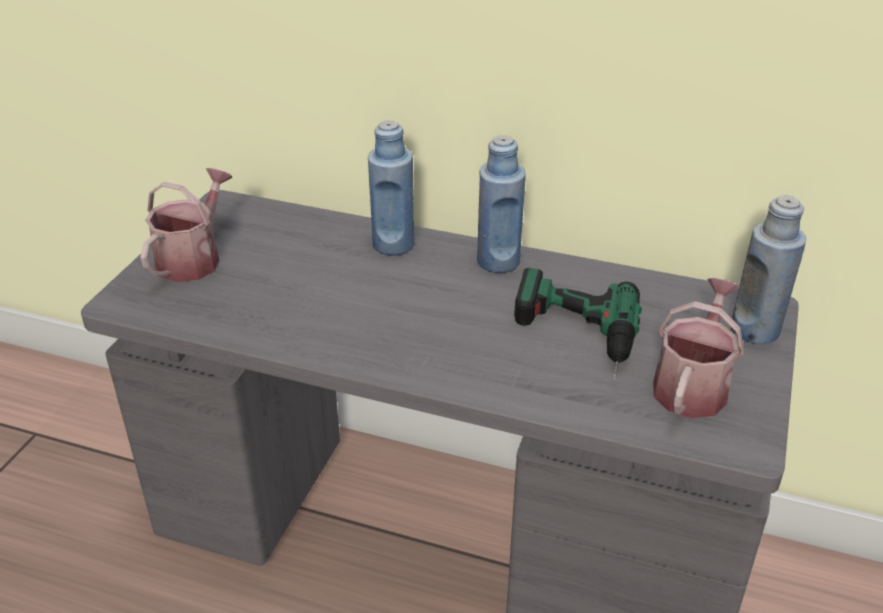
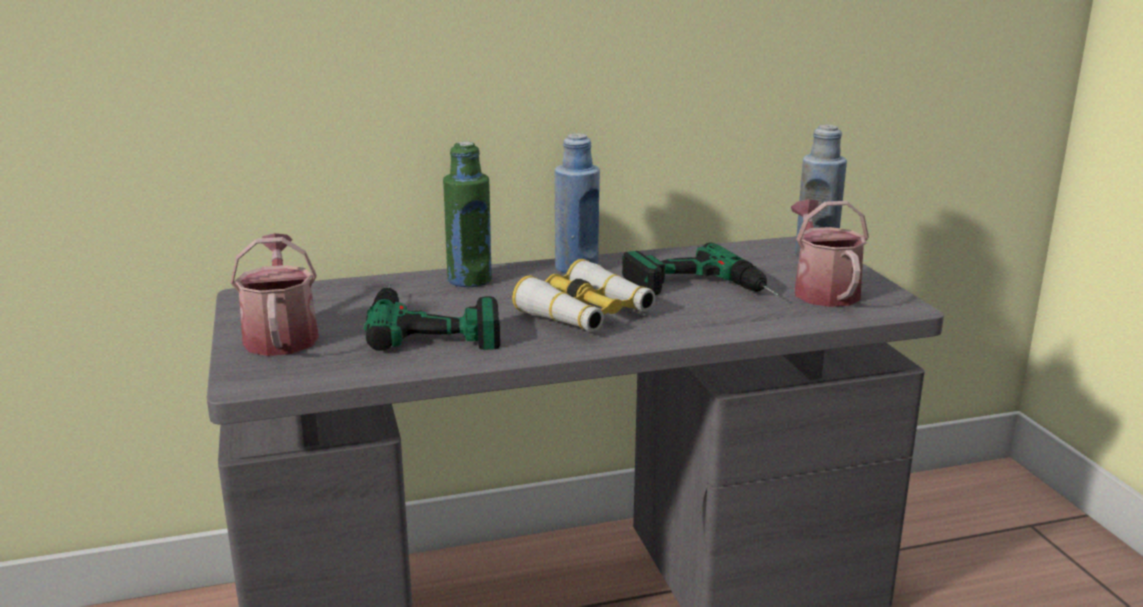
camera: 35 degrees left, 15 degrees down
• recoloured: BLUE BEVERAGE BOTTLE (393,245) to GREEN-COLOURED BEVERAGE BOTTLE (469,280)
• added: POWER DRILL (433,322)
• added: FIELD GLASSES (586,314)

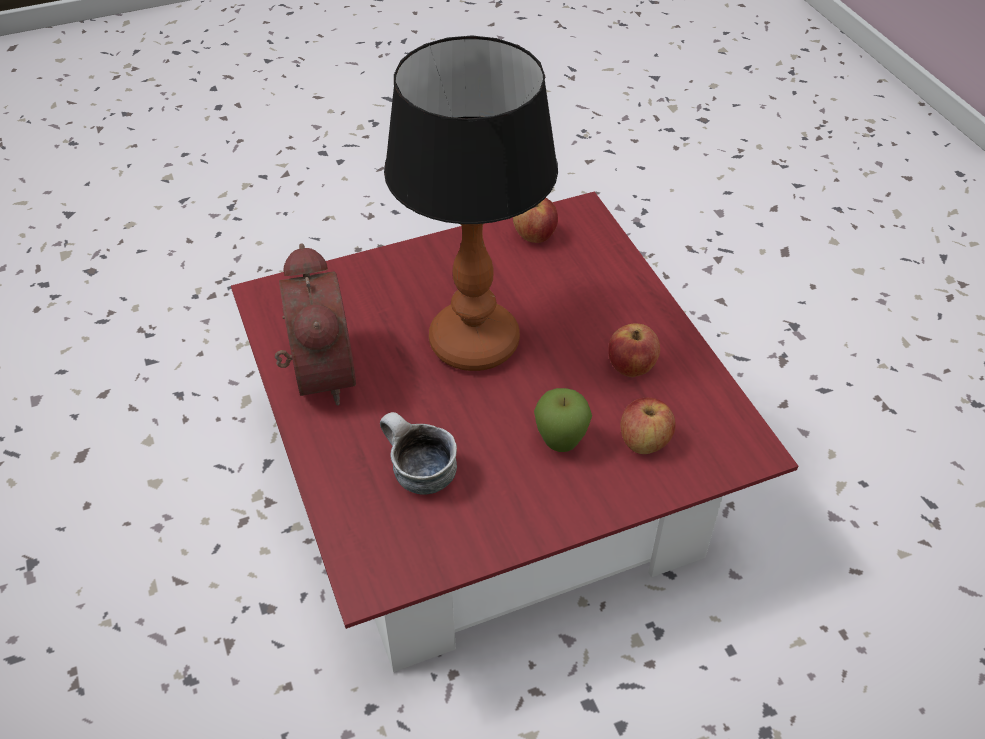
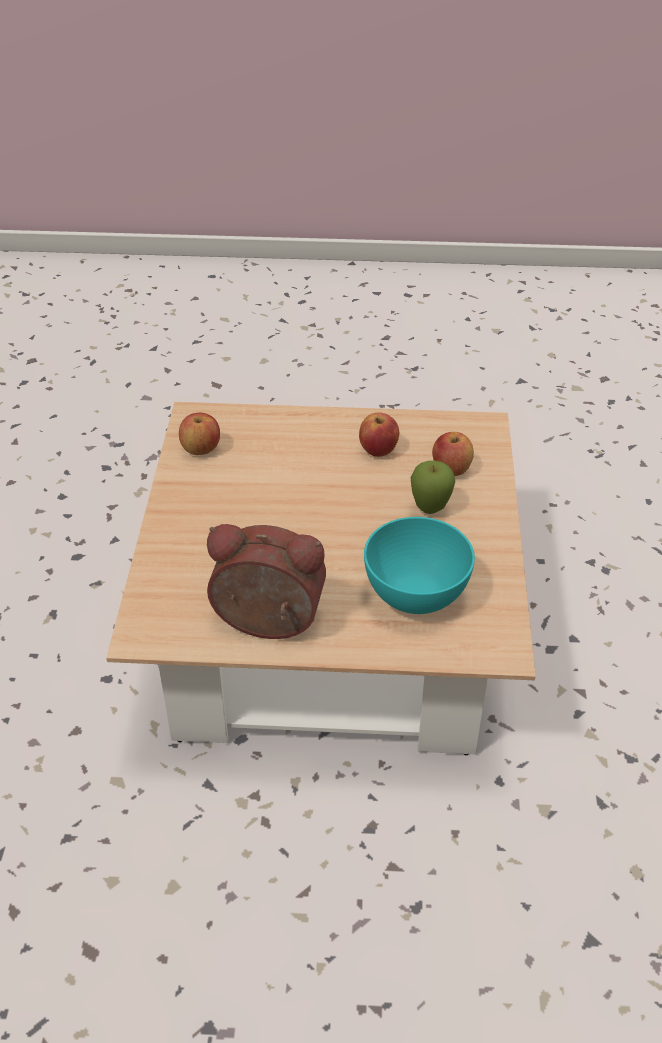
camera: 65 degrees left, 5 degrees down
• recoloured: REDDISH LOW TABLE (492,484) to BEIGE-COLOURED LOW TABLE (330,633)
• replaced: TEA MUG (417,474) to BLUE-GREEN DEEP DISH (415,594)
• removed: TABLE LAMP (475,343)

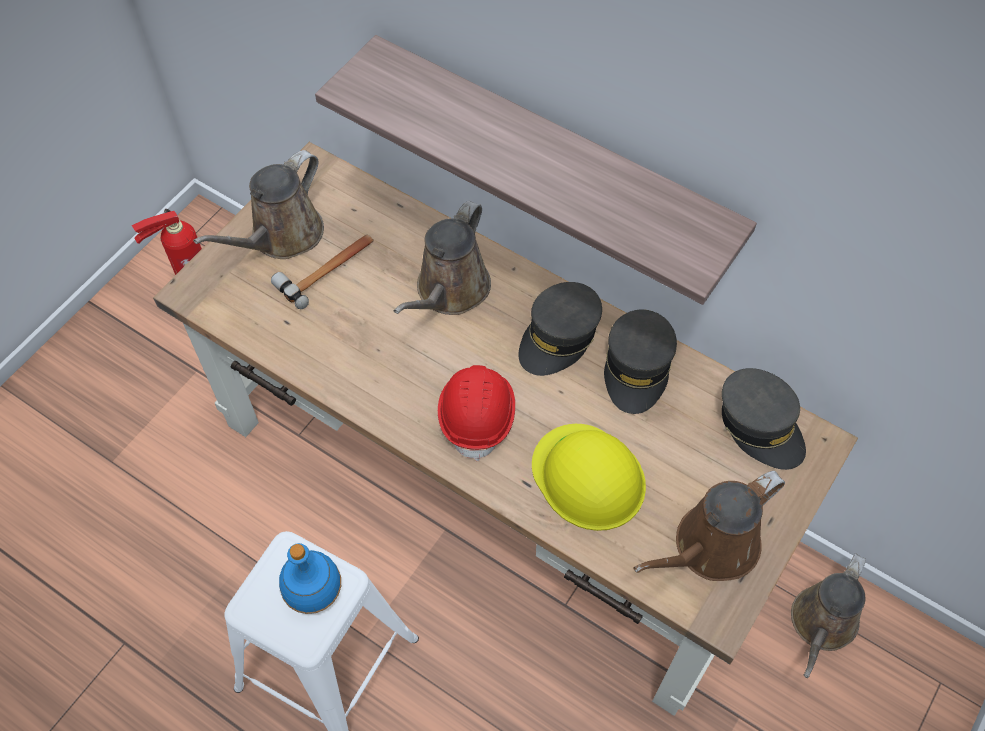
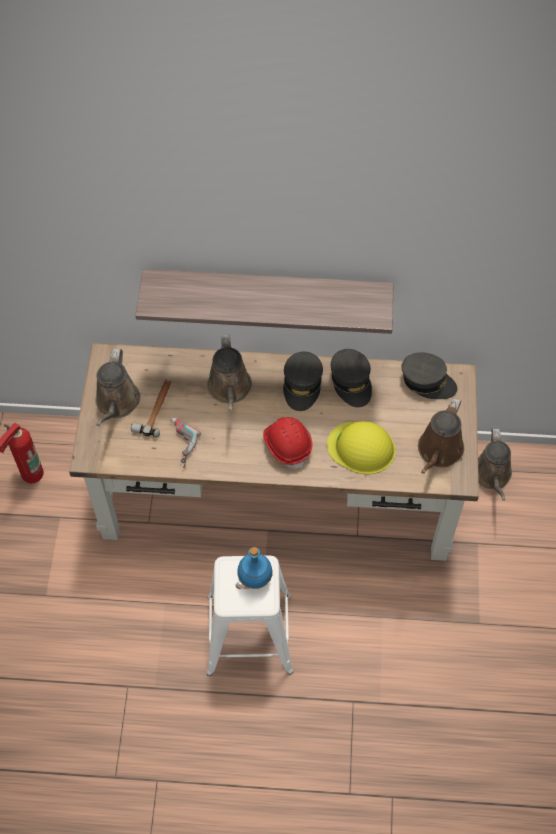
camera: 30 degrees left, 0 degrees up
• added: POWER DRILL (178,443)

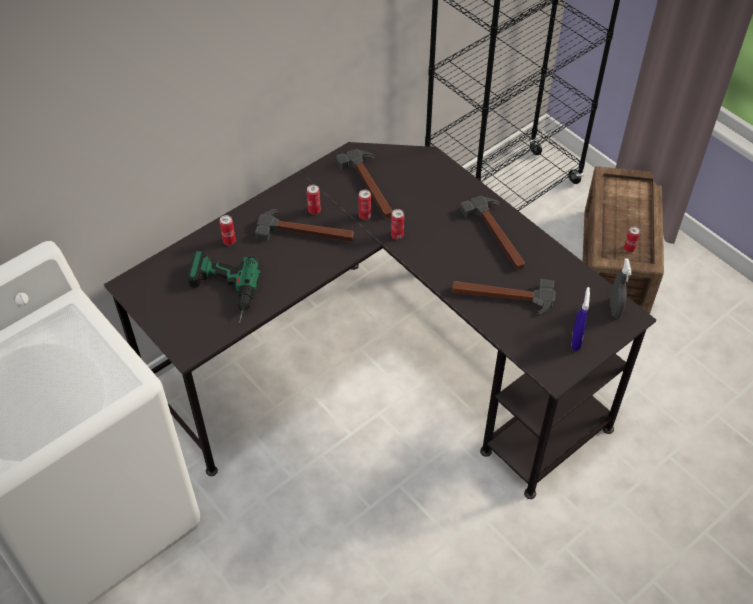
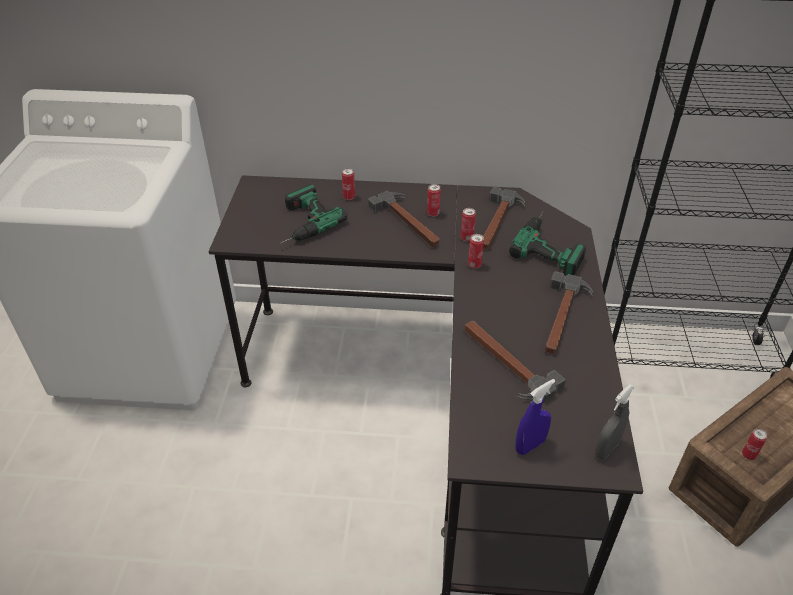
camera: 45 degrees right, 10 degrees down
• added: POWER DRILL (552,245)

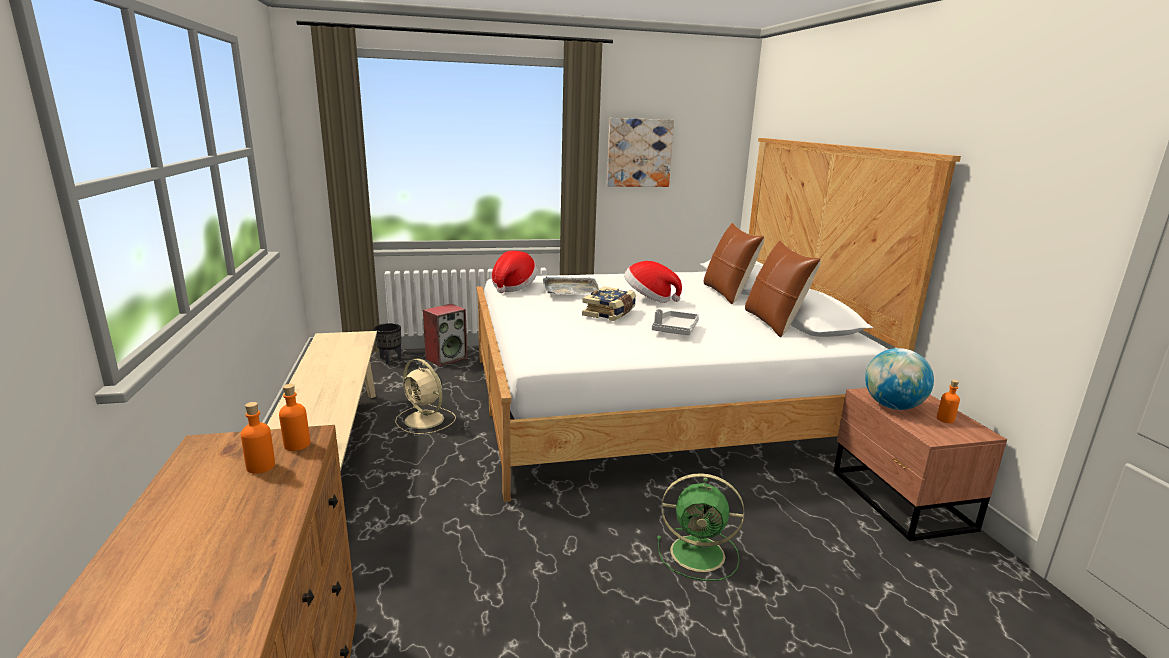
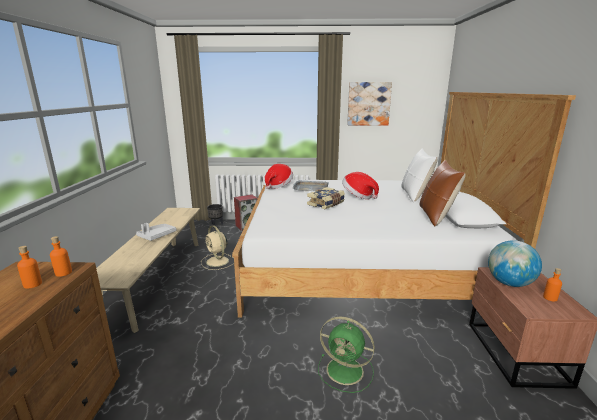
camera: 15 degrees right, 0 degrees up
• moved: GREYISH CARRYING TRAY (675,330) to (157,236)
• recoloured: BROWNISH CUSHION (727,293) to WHITE CUSHION (415,195)

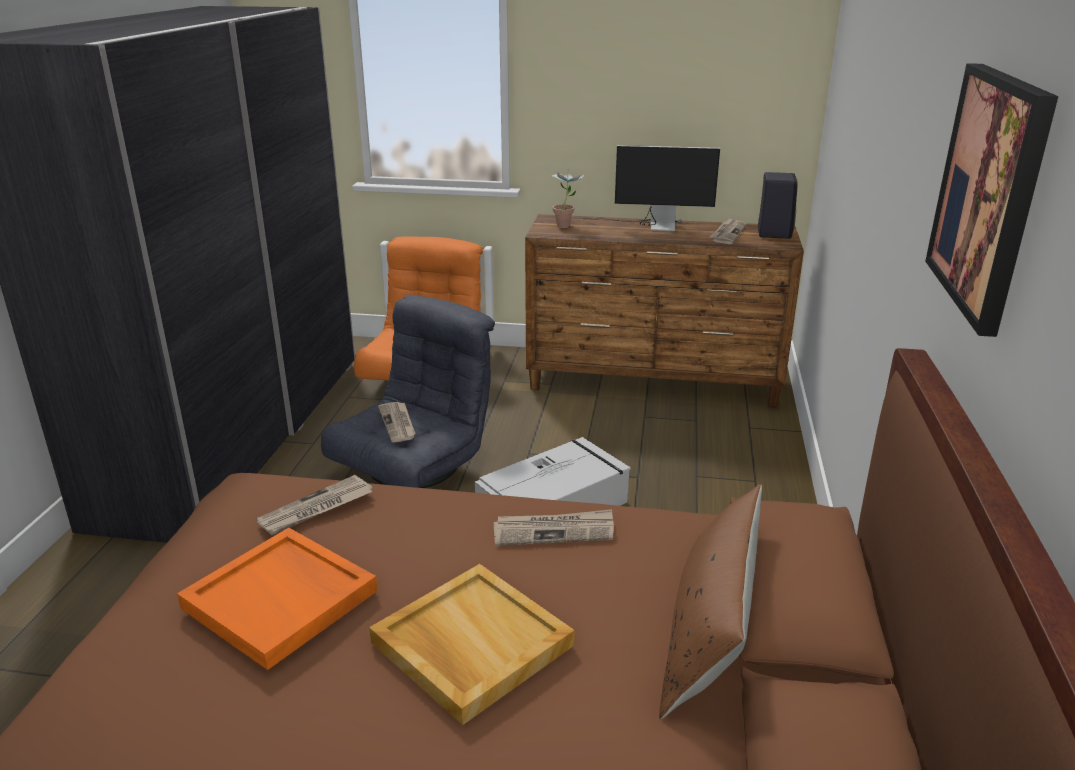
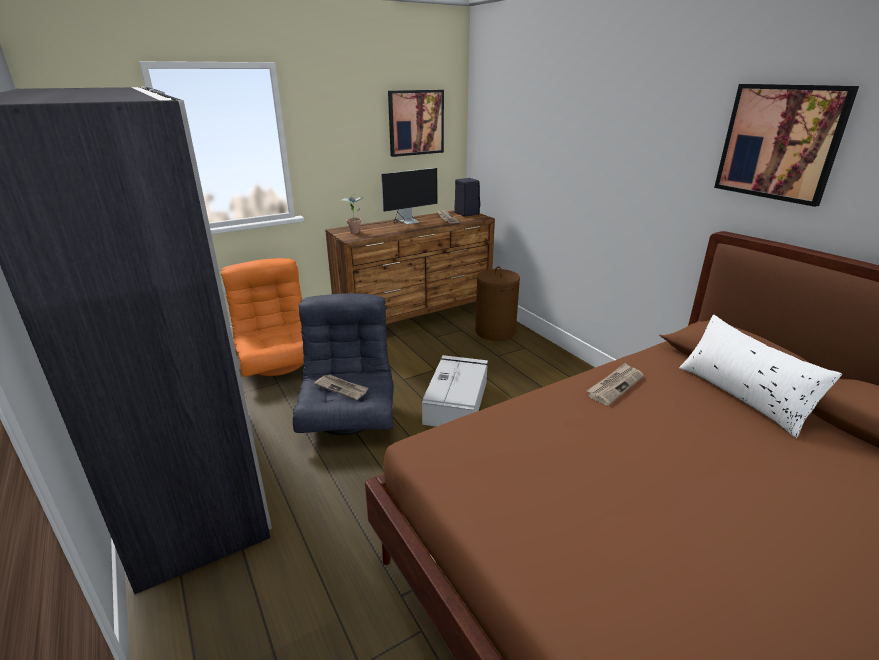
camera: 40 degrees left, 0 degrees up
• removed: ORANGE CARRYING TRAY (282,599)
• removed: DAILY PAPER (316,509)
• removed: BEIGE-COLOURED CARRYING TRAY (470,644)
• recoloured: BROWNISH CUSHION (709,634) to WHITE CUSHION (742,395)
• added: WALL ART (416,122)
• added: BROWNISH HAMPER (495,331)

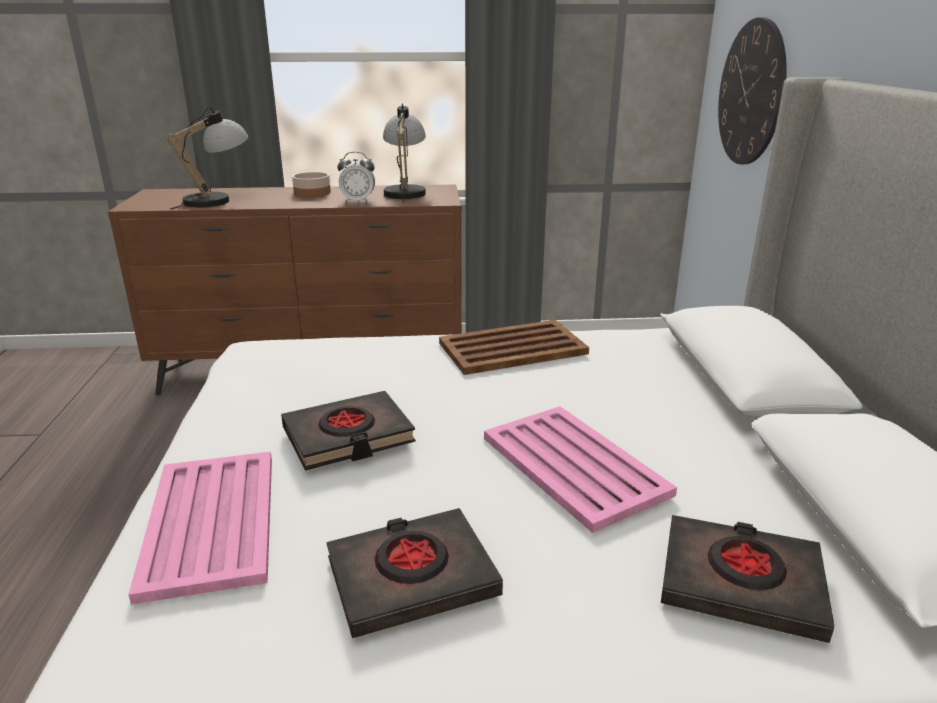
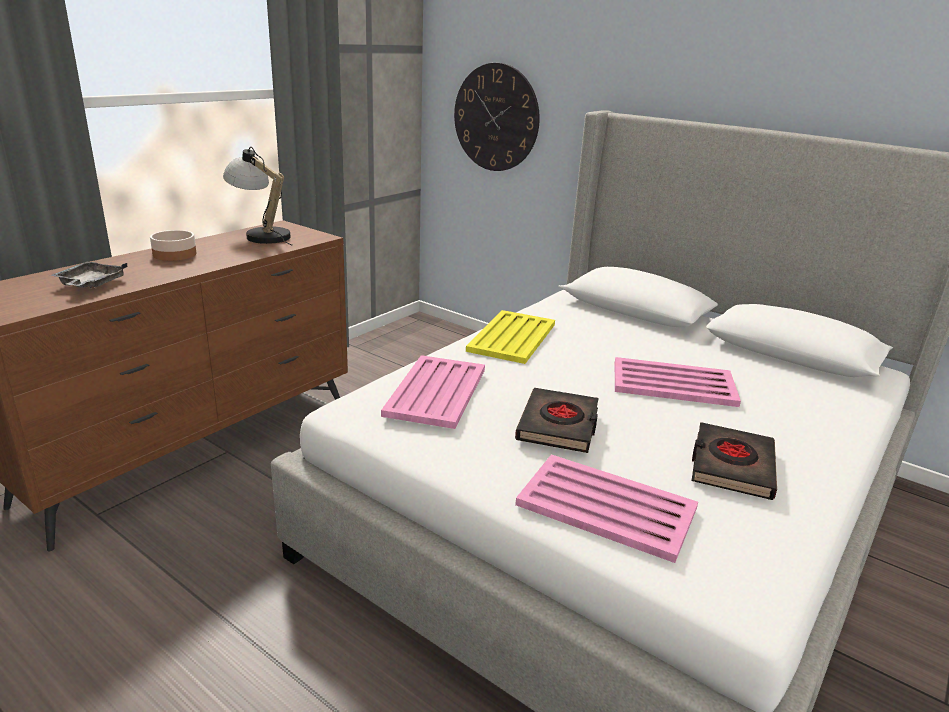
camera: 50 degrees left, 0 degrees up
• replaced: TABLE LAMP (218,200) to GREYISH CARRYING TRAY (90,284)
• removed: ALARM CLOCK (358,201)
• recoloured: BROWNISH CARRYING TRAY (514,348) to YELLOWISH CARRYING TRAY (513,337)
• removed: BLACKISH BOOK (741,583)
• added: PINK CARRYING TRAY (437,391)

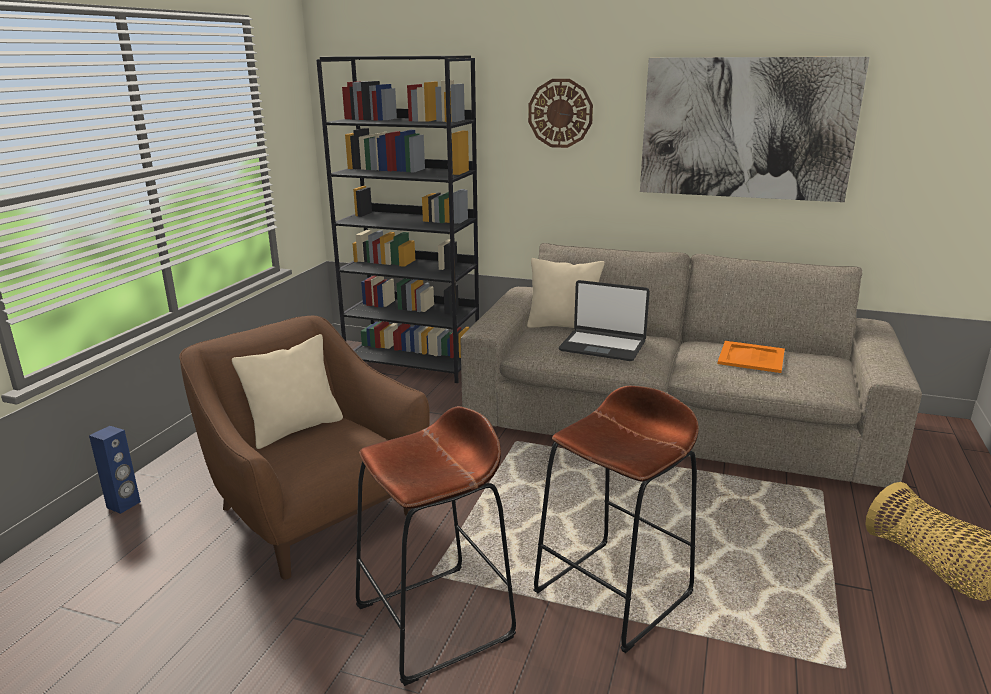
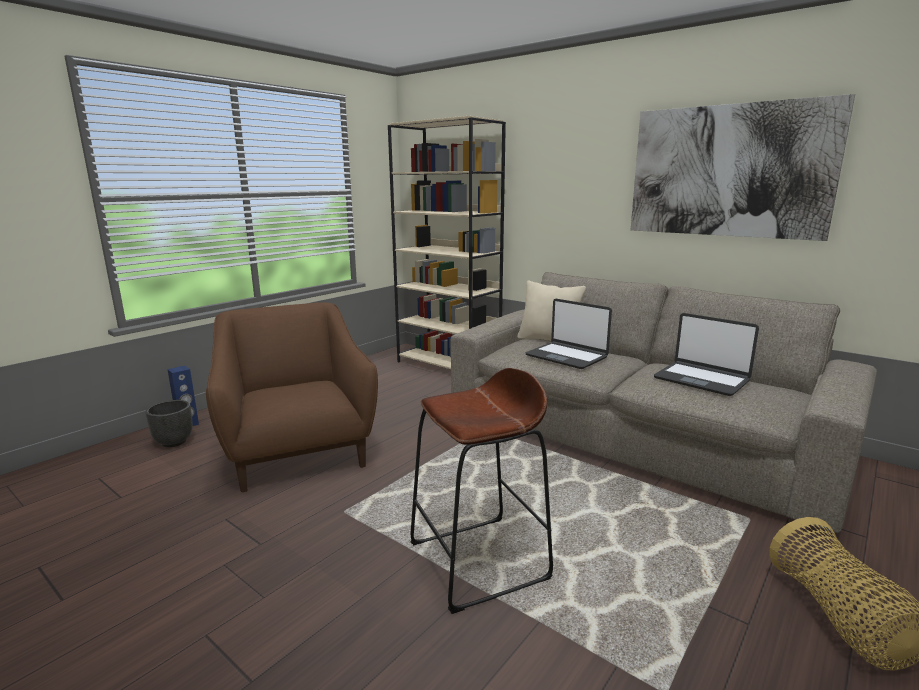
camera: 20 degrees right, 5 degrees down
• removed: BEIGE-COLOURED CUSHION (295,429)
• recoloured: BLACKISH BOOKSHELF (414,363) to BEIGE-COLOURED BOOKSHELF (449,365)
• removed: BROWNISH STOOL (435,622)
• removed: CLOCK ON THE WALL (560,113)
• replaced: ORANGE CARRYING TRAY (752,357) to PORTABLE COMPUTER (701,379)
• added: BLACKISH PLANT POT (174,442)

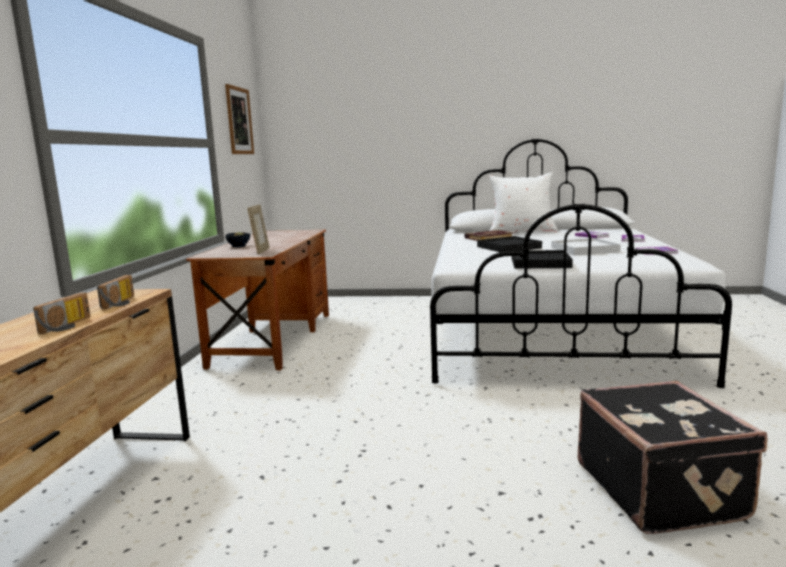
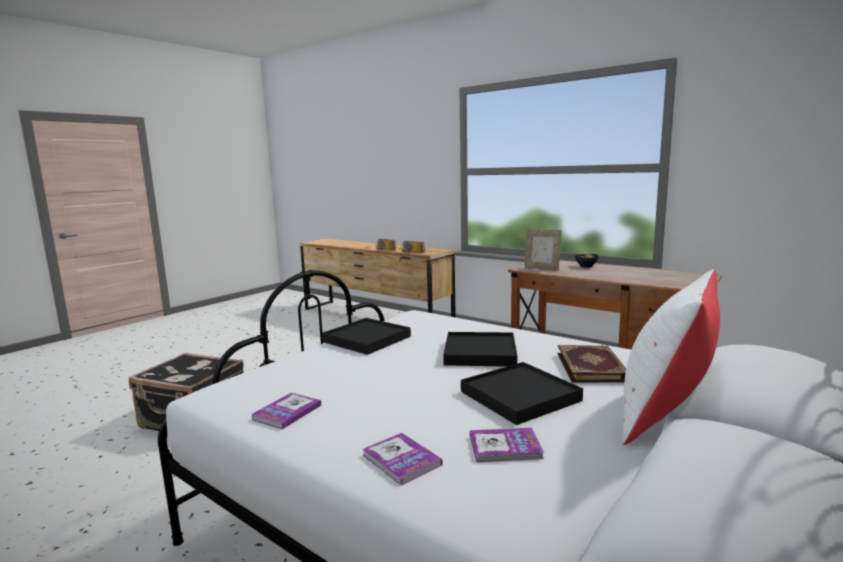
camera: 120 degrees right, 0 degrees up
• removed: WALL ART (239,121)
• removed: WHITE CARRYING TRAY (584,250)
• added: BLACKISH CARRYING TRAY (520,396)

